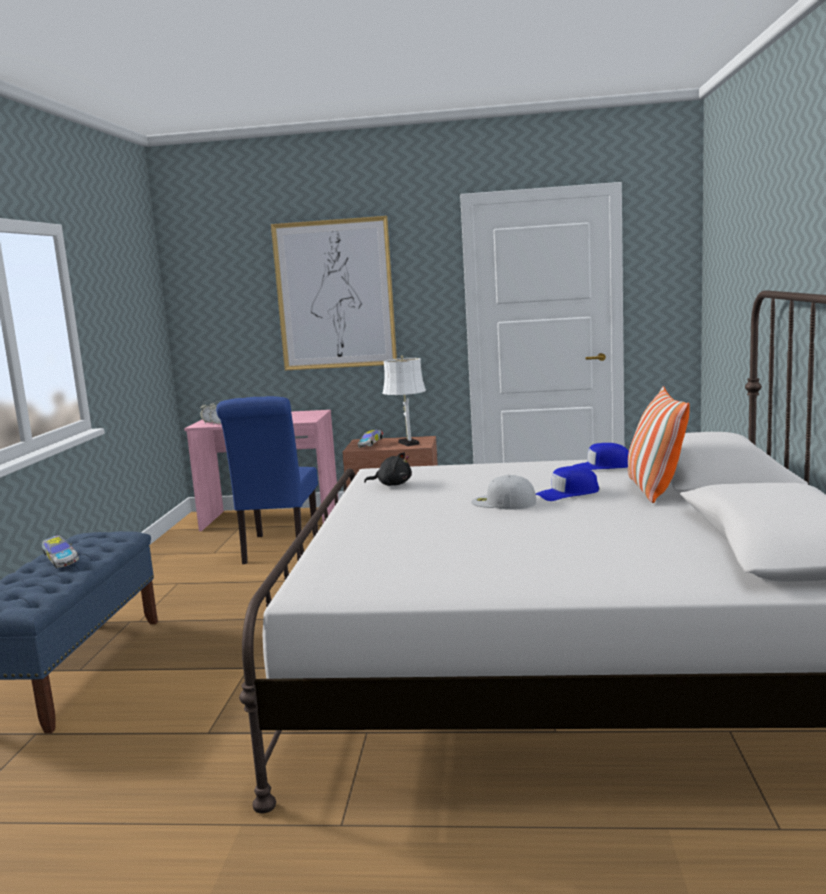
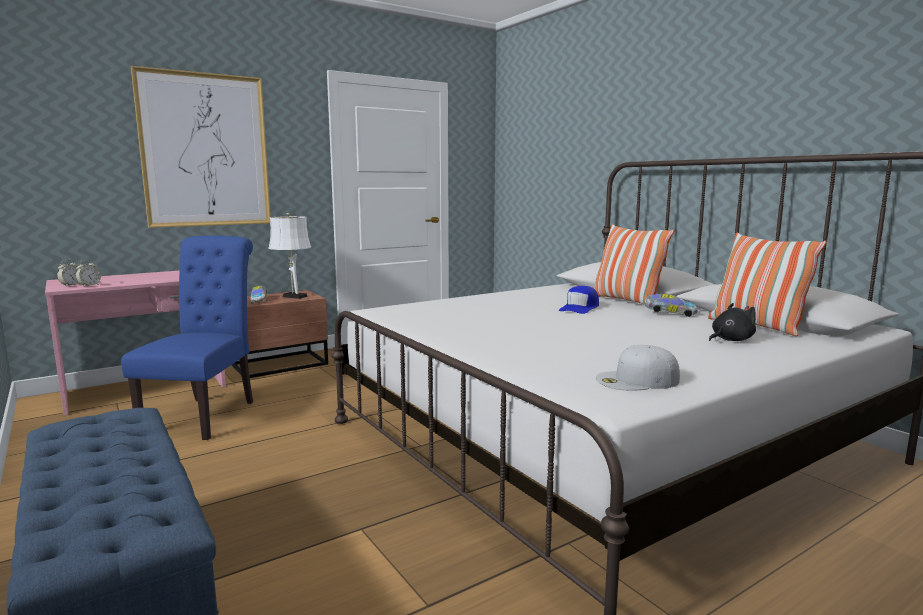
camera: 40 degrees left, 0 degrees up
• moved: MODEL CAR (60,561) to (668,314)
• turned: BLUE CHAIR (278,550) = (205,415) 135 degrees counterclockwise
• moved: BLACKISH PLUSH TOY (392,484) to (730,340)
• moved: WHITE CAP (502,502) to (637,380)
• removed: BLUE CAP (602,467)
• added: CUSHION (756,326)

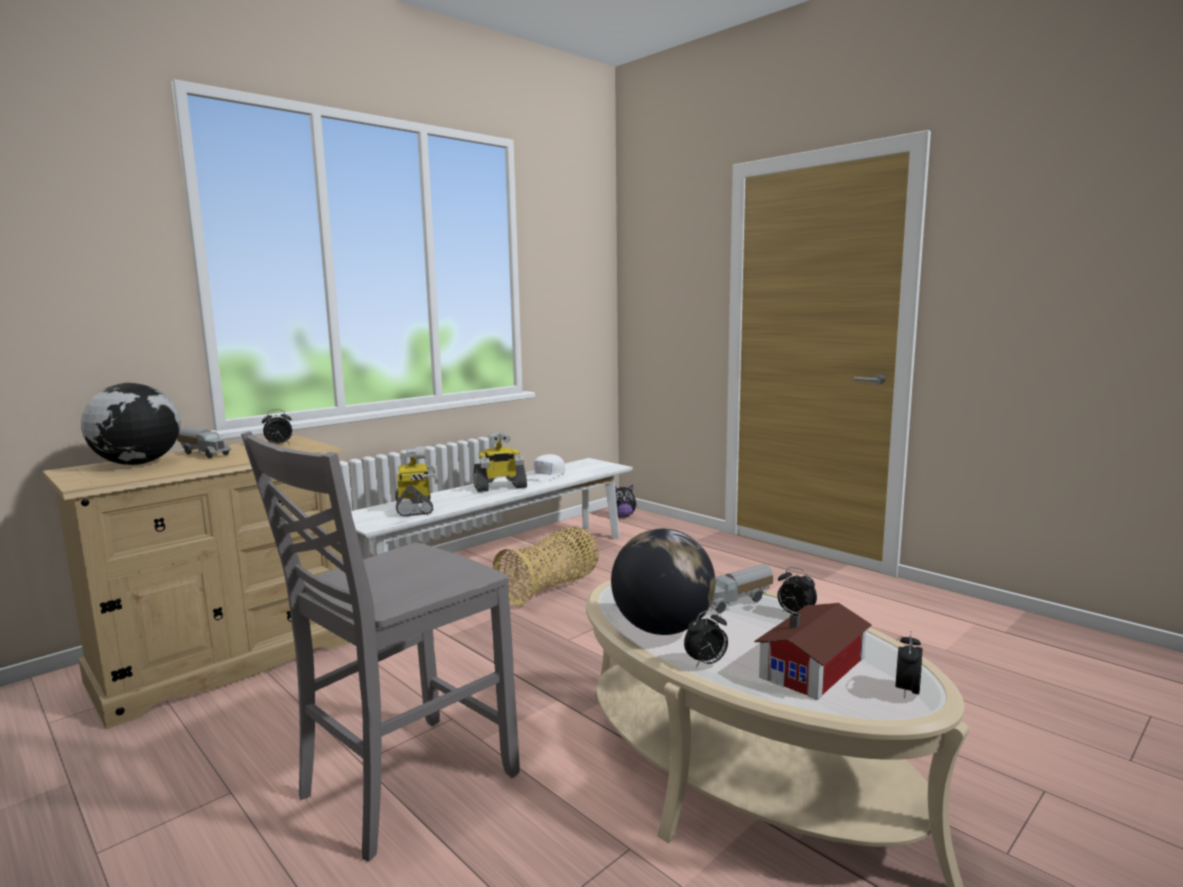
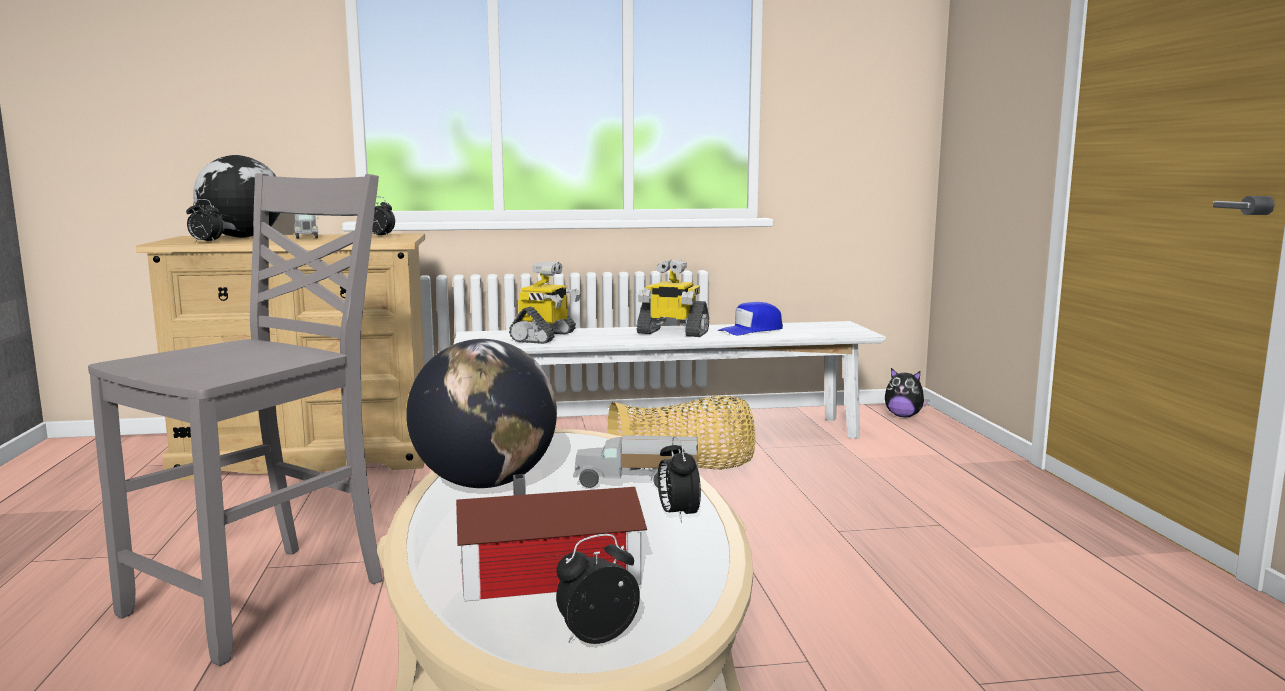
camera: 35 degrees right, 0 degrees up
• turned: GREYISH CHAIR (403,784) = (263,598) 135 degrees clockwise
• recoloured: WHITE CAP (546,475) to BLUE CAP (751,330)
• moved: ALARM CLOCK (706,663) to (205,242)

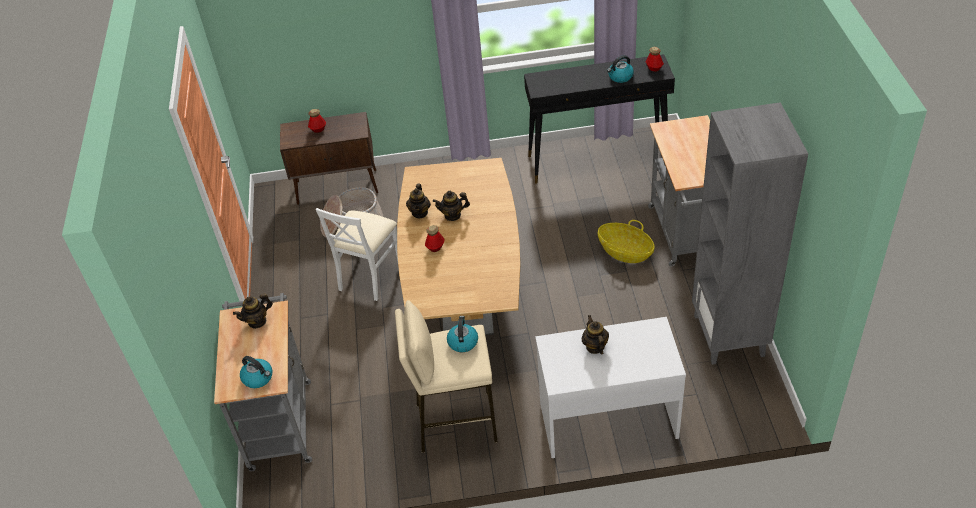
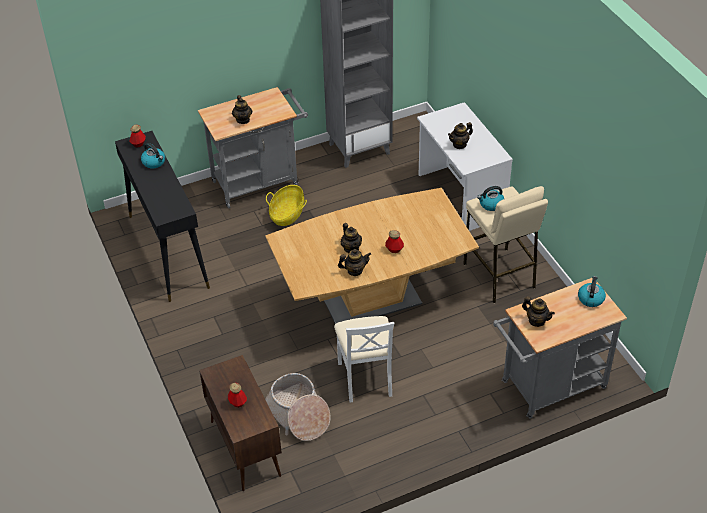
camera: 110 degrees left, 0 degrees up
• turned: WHITE CHAIR (369,276) = (366,378) 75 degrees clockwise
• added: TEAPOT (243,120)

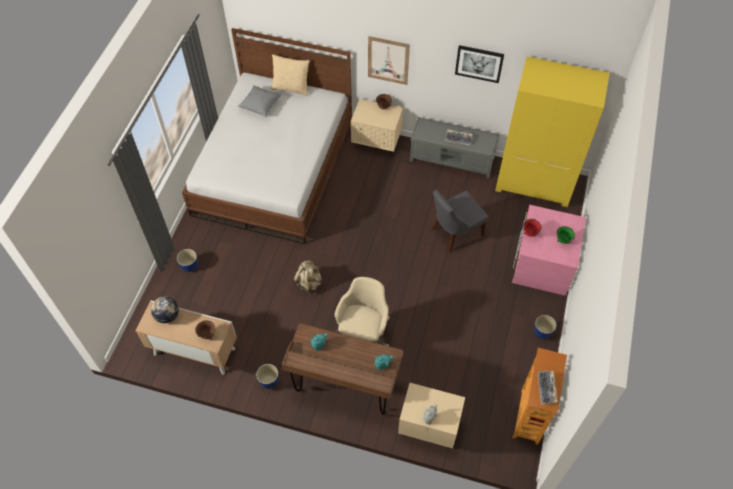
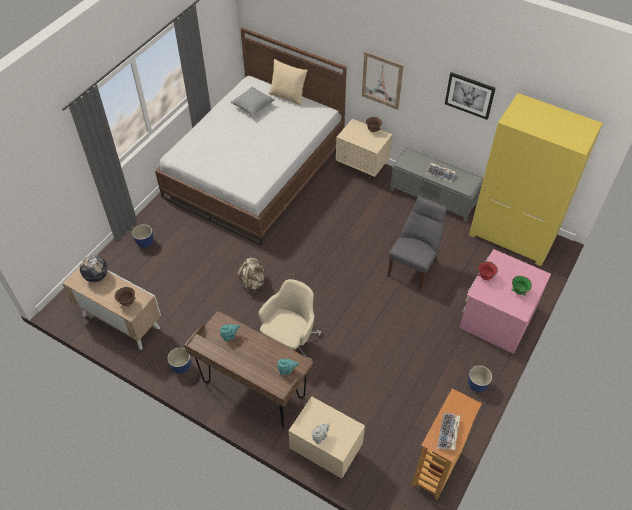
camera: 15 degrees right, 5 degrees down
• turned: GREYISH CHAIR (454,233) = (414,266) 135 degrees clockwise

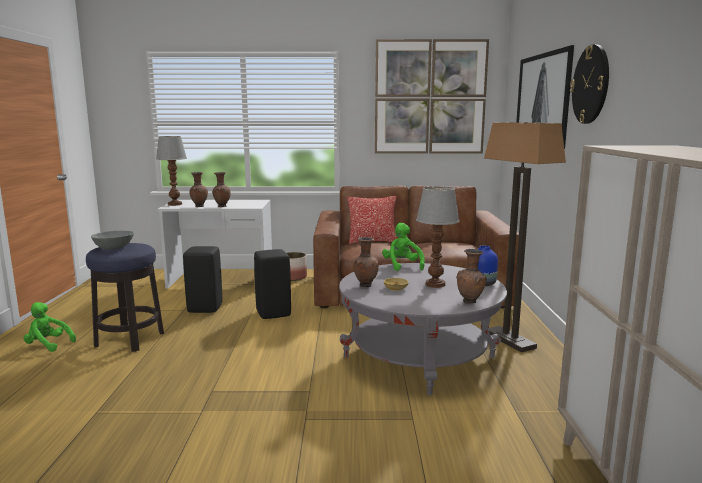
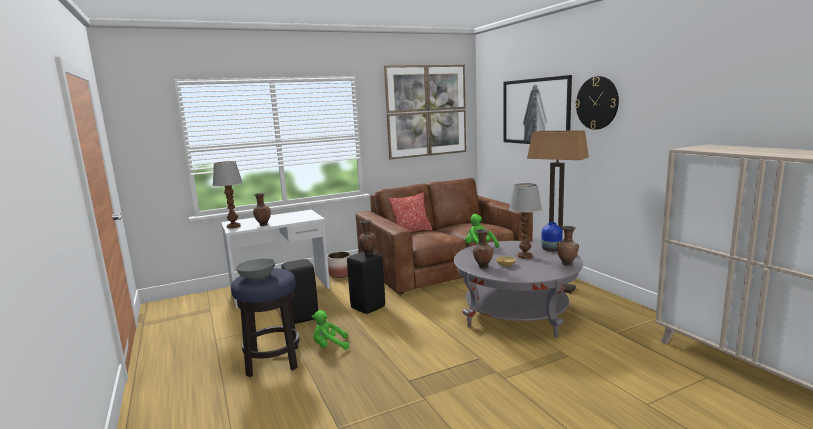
camera: 25 degrees left, 0 degrees up
• moved: GREEN-COLOURED PLUSH TOY (48,345) to (329,346)
• moved: BROWNISH DECORATIVE VASE (221,206) to (368,253)

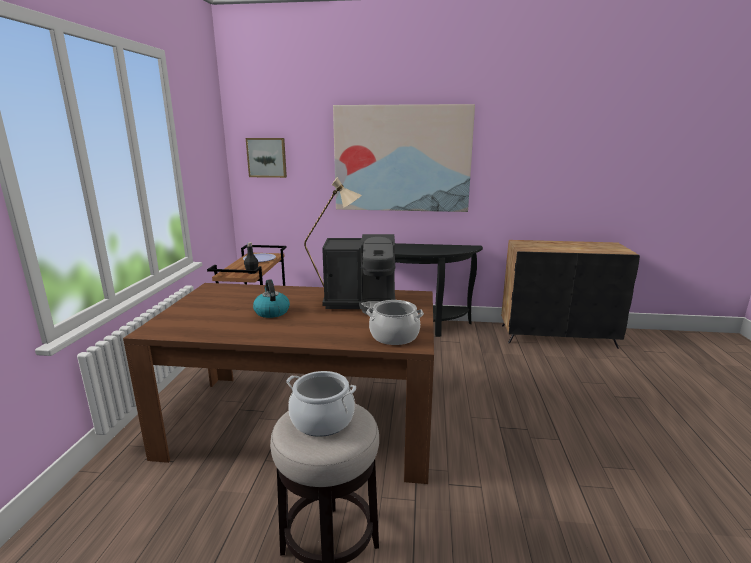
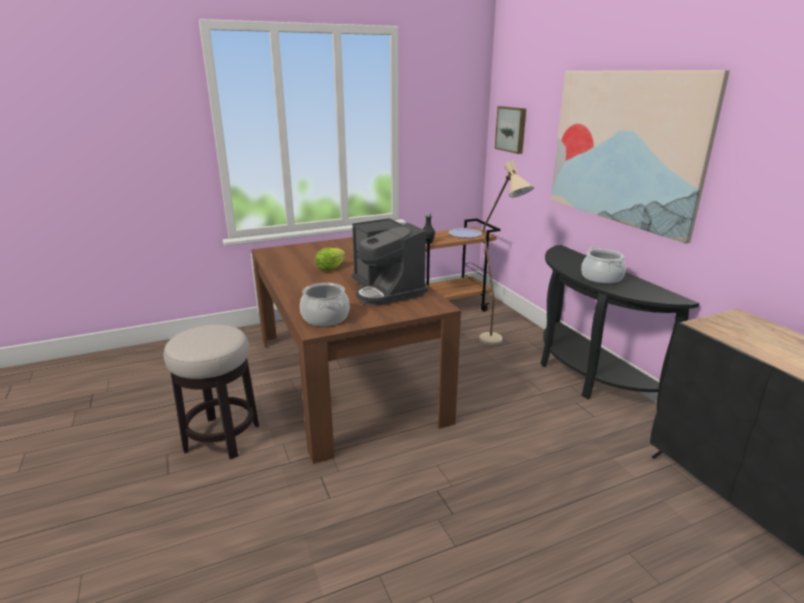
camera: 60 degrees right, 5 degrees up
• replaced: TEA KETTLE (271,312) to HEAD OF LETTUCE (330,268)
• moved: COOKING POT (322,420) to (601,278)

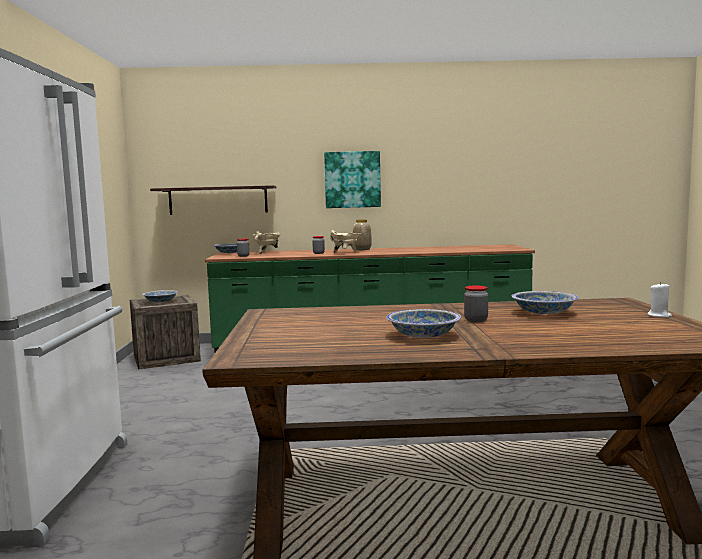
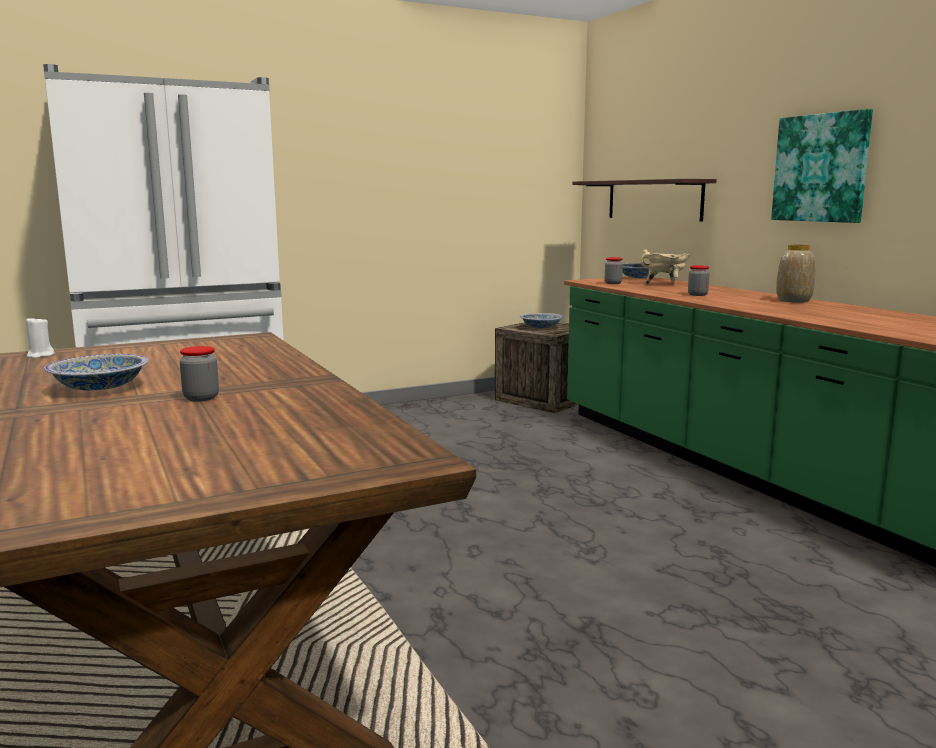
camera: 65 degrees right, 5 degrees up
• removed: BEIGE-COLOURED COOKING POT (345,253)
• removed: DEEP DISH (543,313)
• moved: WHITE WAX CANDLE (659,315) to (40,355)

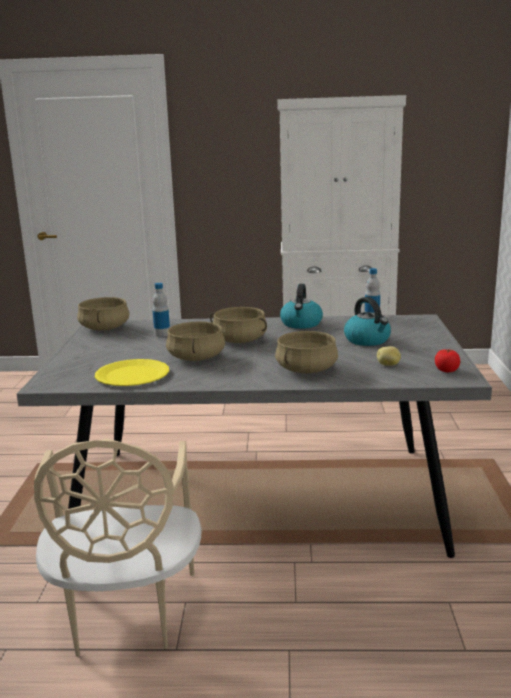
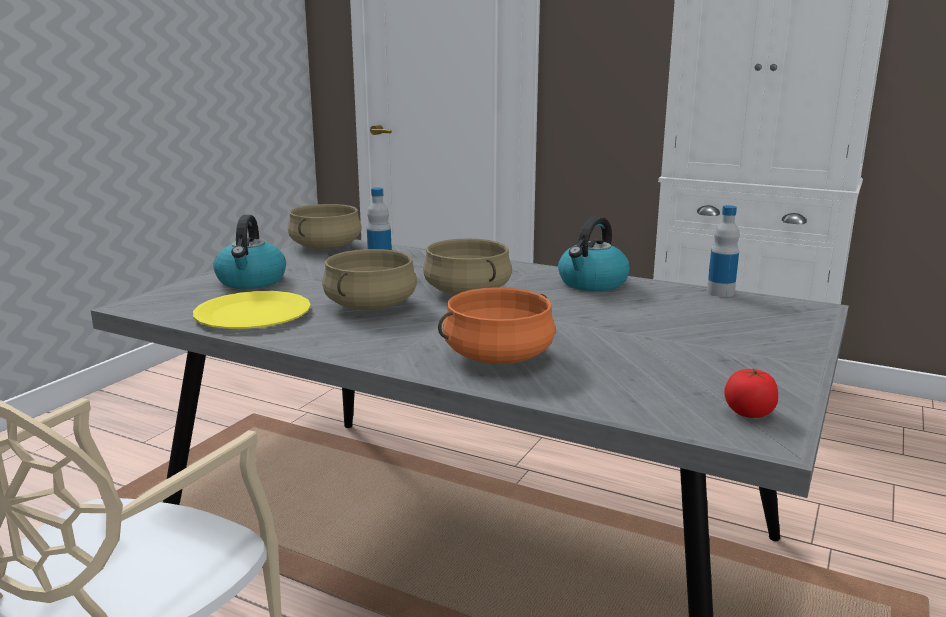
camera: 25 degrees right, 0 degrees up
• recoloured: BEIGE-COLOURED COOKING POT (306,369) to ORANGE COOKING POT (498,356)
• moved: TEA KETTLE (368,340) to (251,281)
• removed: POTATO (388,365)

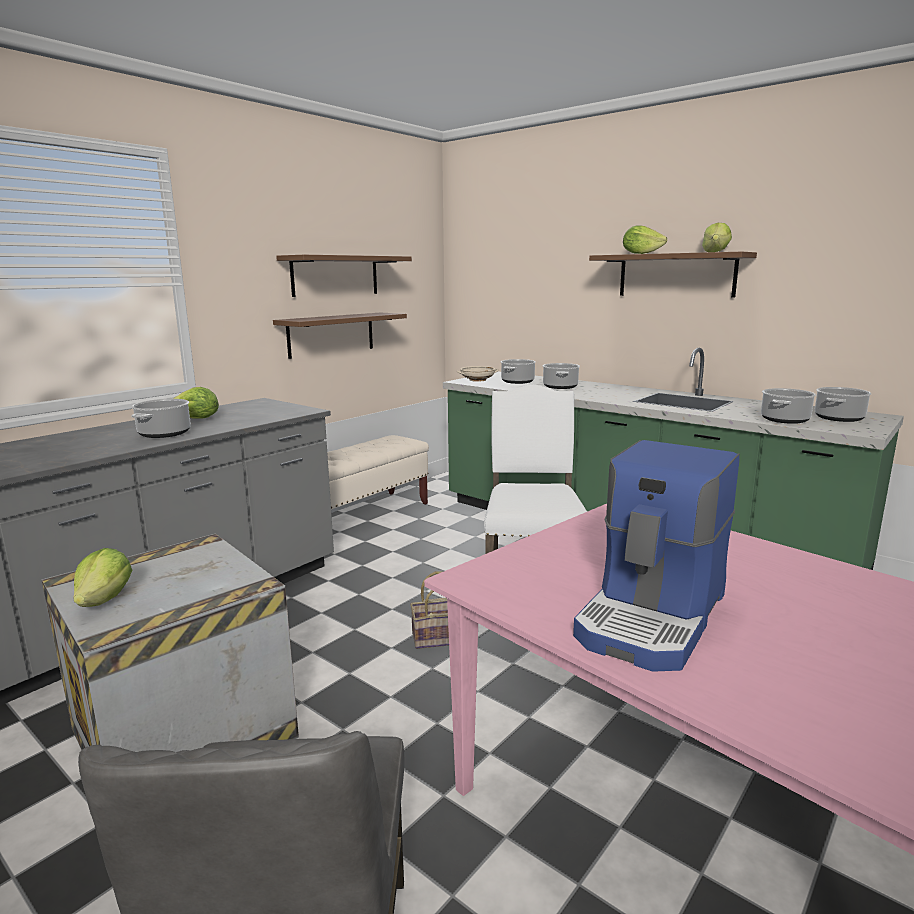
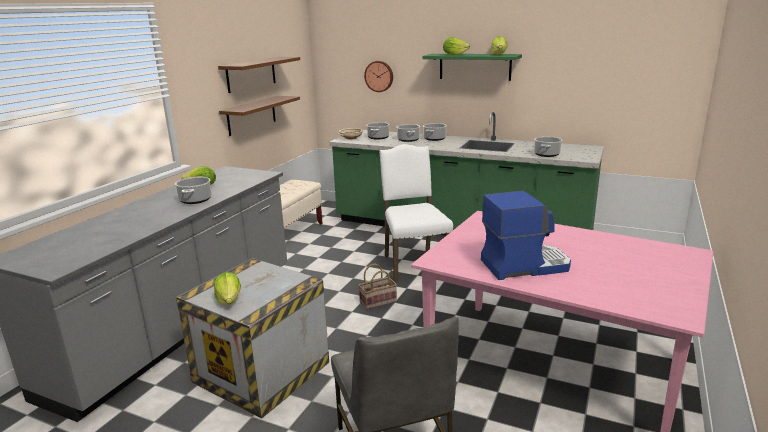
camera: 15 degrees left, 5 degrees up
• turned: COFFEE MACHINE (654,617) = (524,265) 120 degrees counterclockwise
• recoloured: BROWNISH BRACKET SHELF (676,275) to GREEN-COLOURED BRACKET SHELF (475,66)
• moved: COOKING POT (839,418) to (434,139)
• added: CLOCK ON THE WALL (379,76)

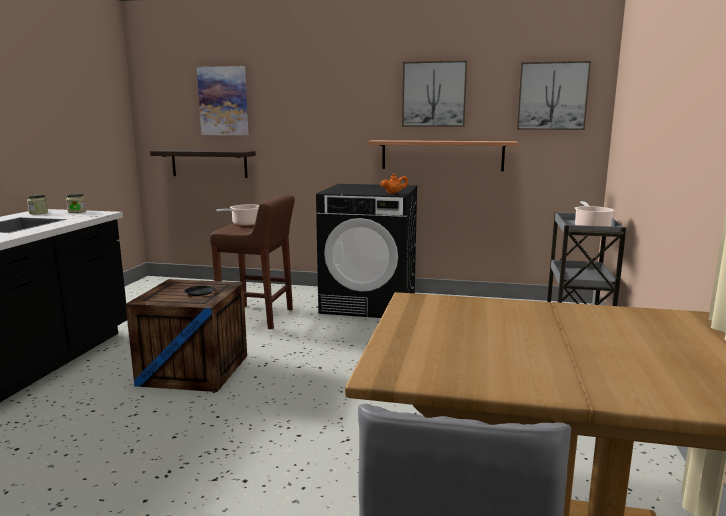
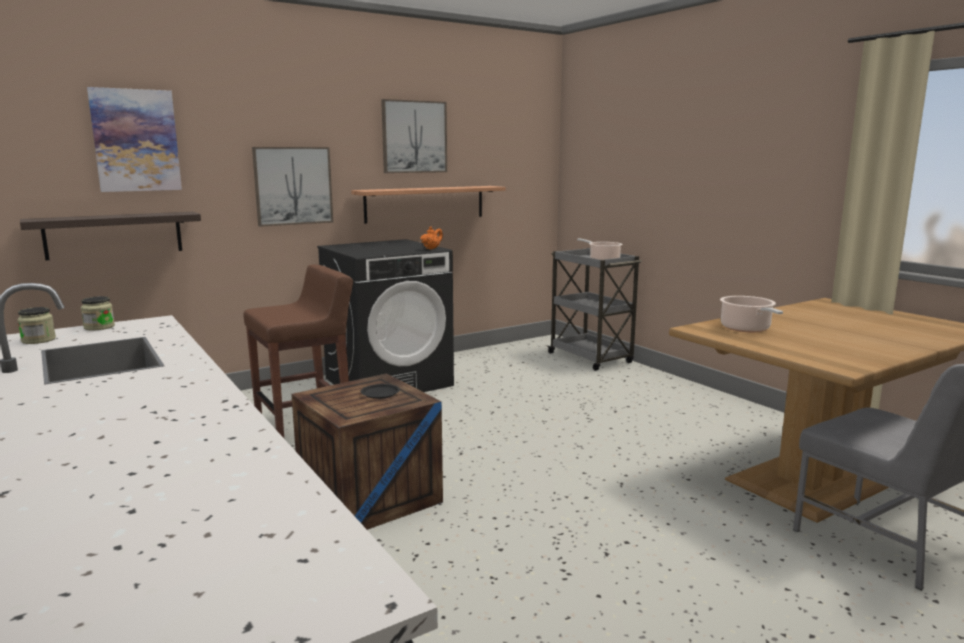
camera: 45 degrees left, 0 degrees up
• moved: COOKING POT (245,224) to (747,329)
• moved: WALL ART (552,96) to (293,186)

